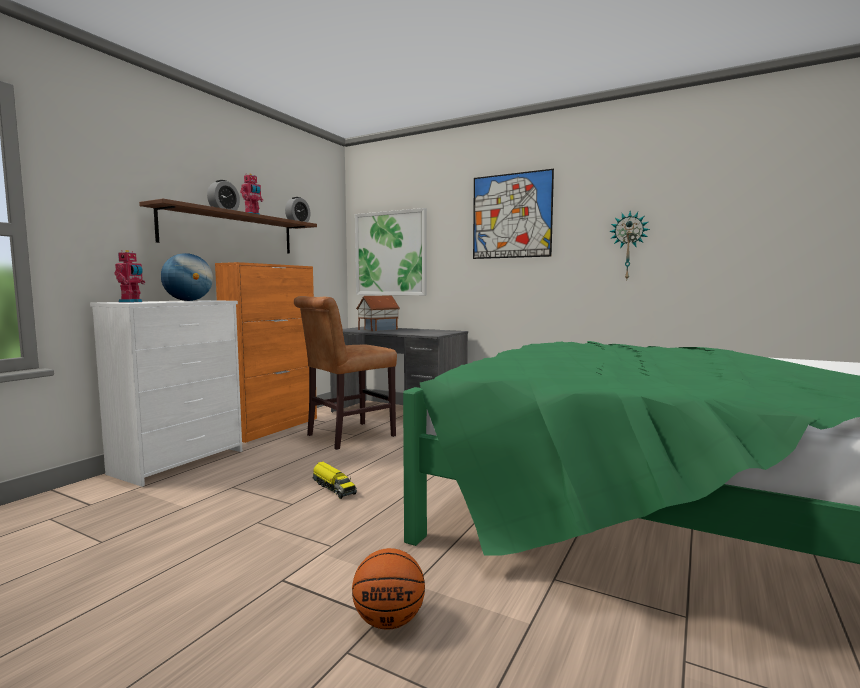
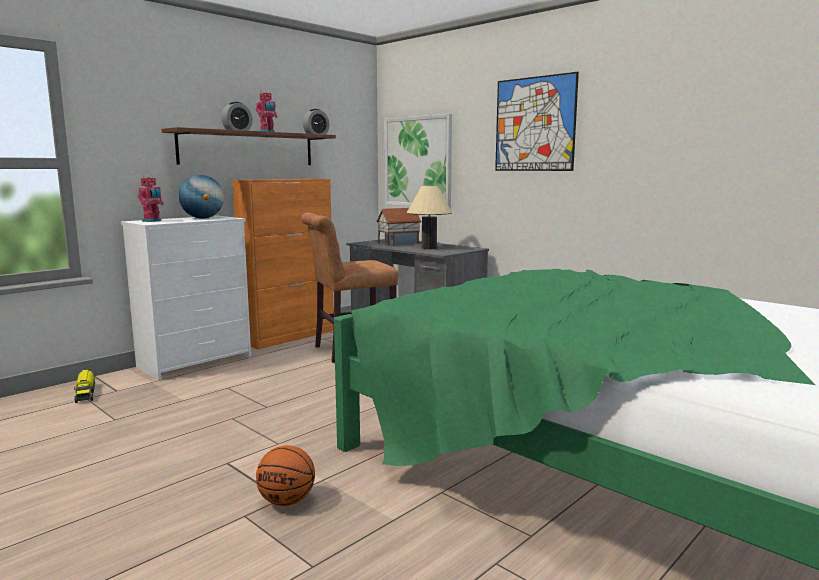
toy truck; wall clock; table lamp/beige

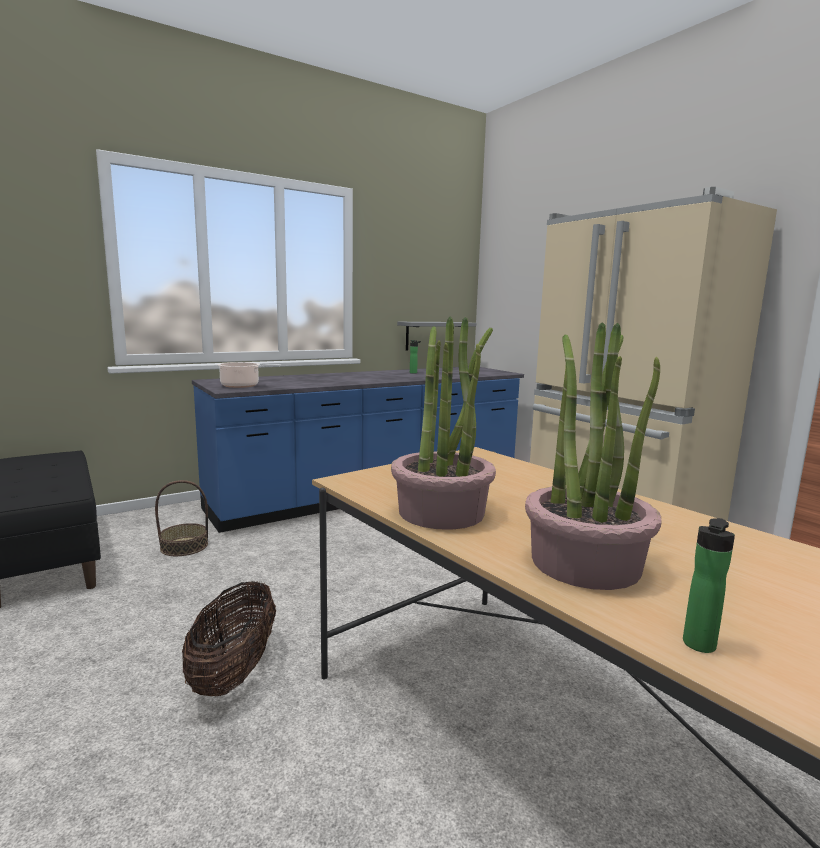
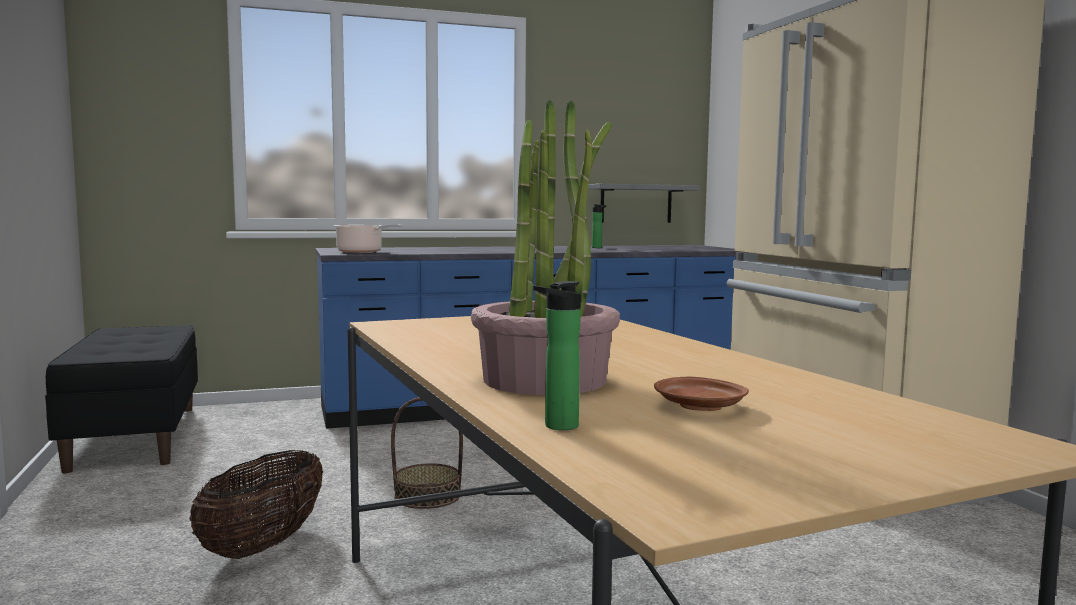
basket (2nd from left); potted plant (1st from left in the first image); plate/brown

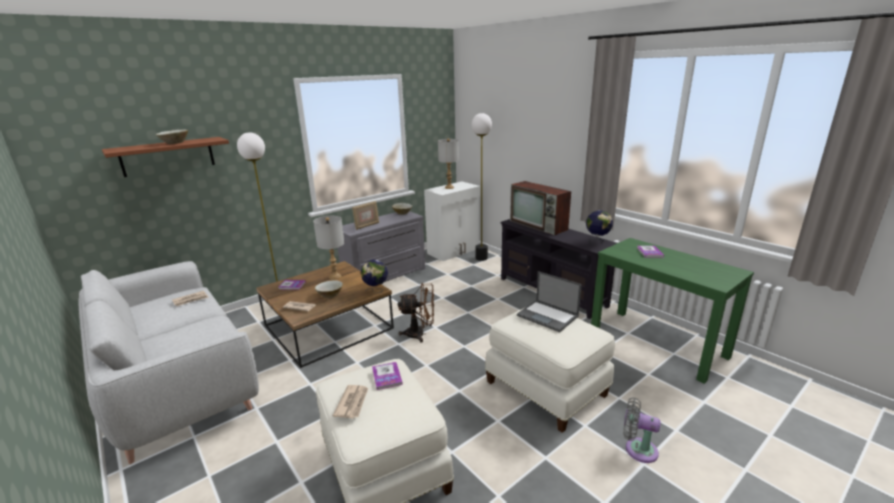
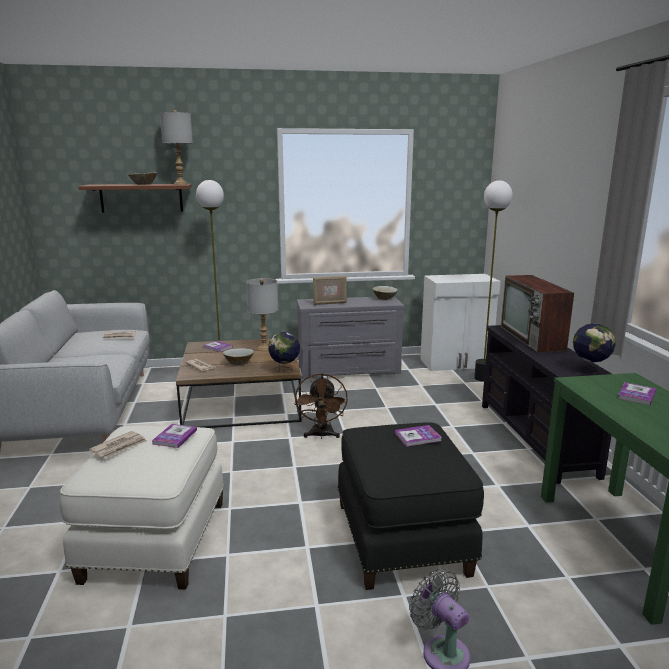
fan/brown; table lamp/grey (1st from left); ottoman/black; book (3rd from left)

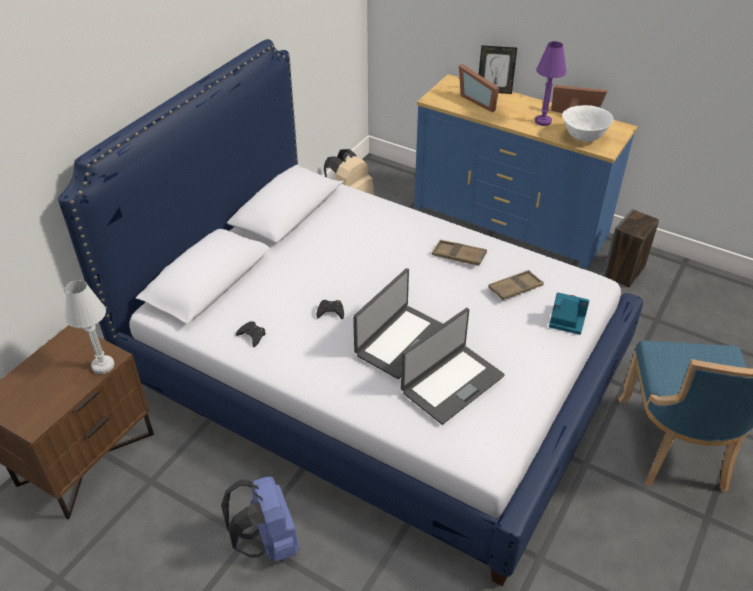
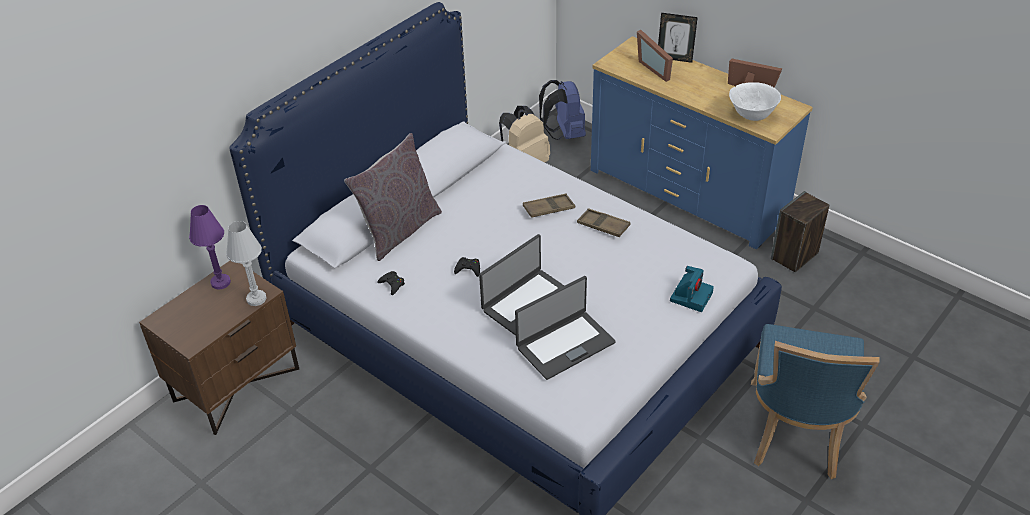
backpack/blue; tray/brown (1st from left); table lamp/purple; photo camera; pillow/grey

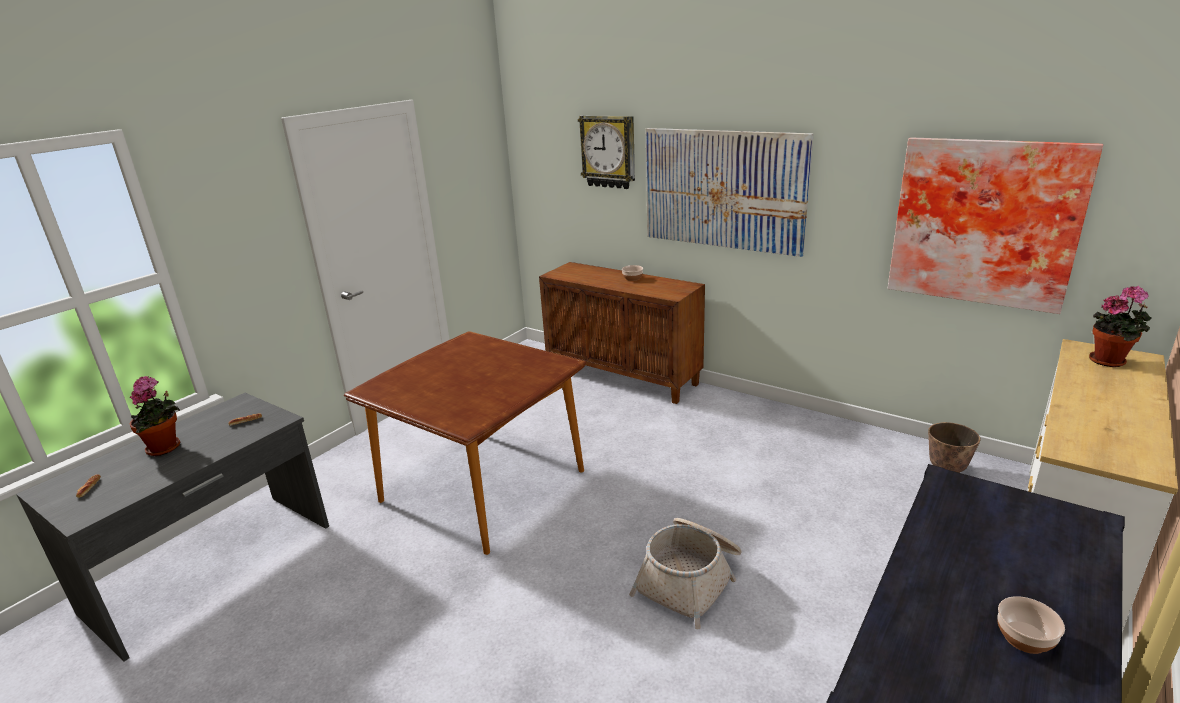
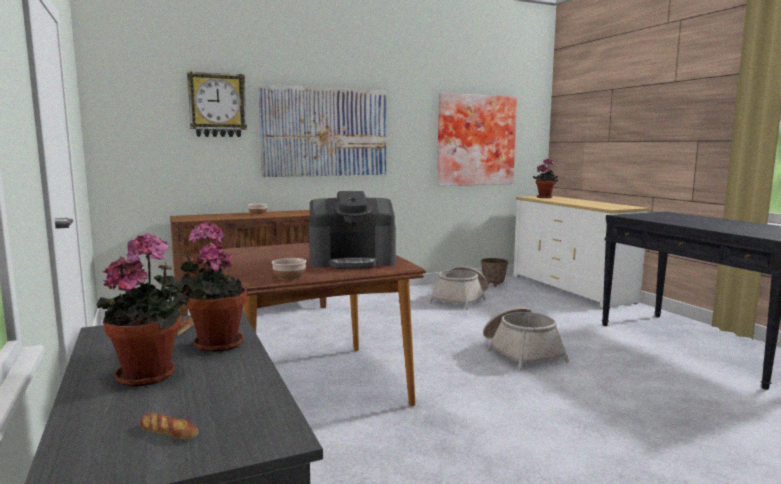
bowl (2nd from left); potted plant (2nd from left); coffee machine; basket (1st from left)

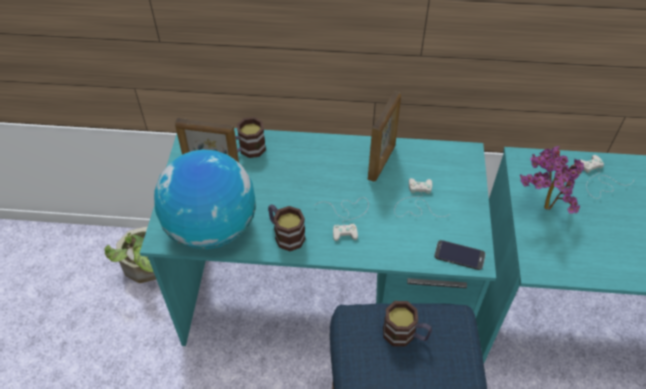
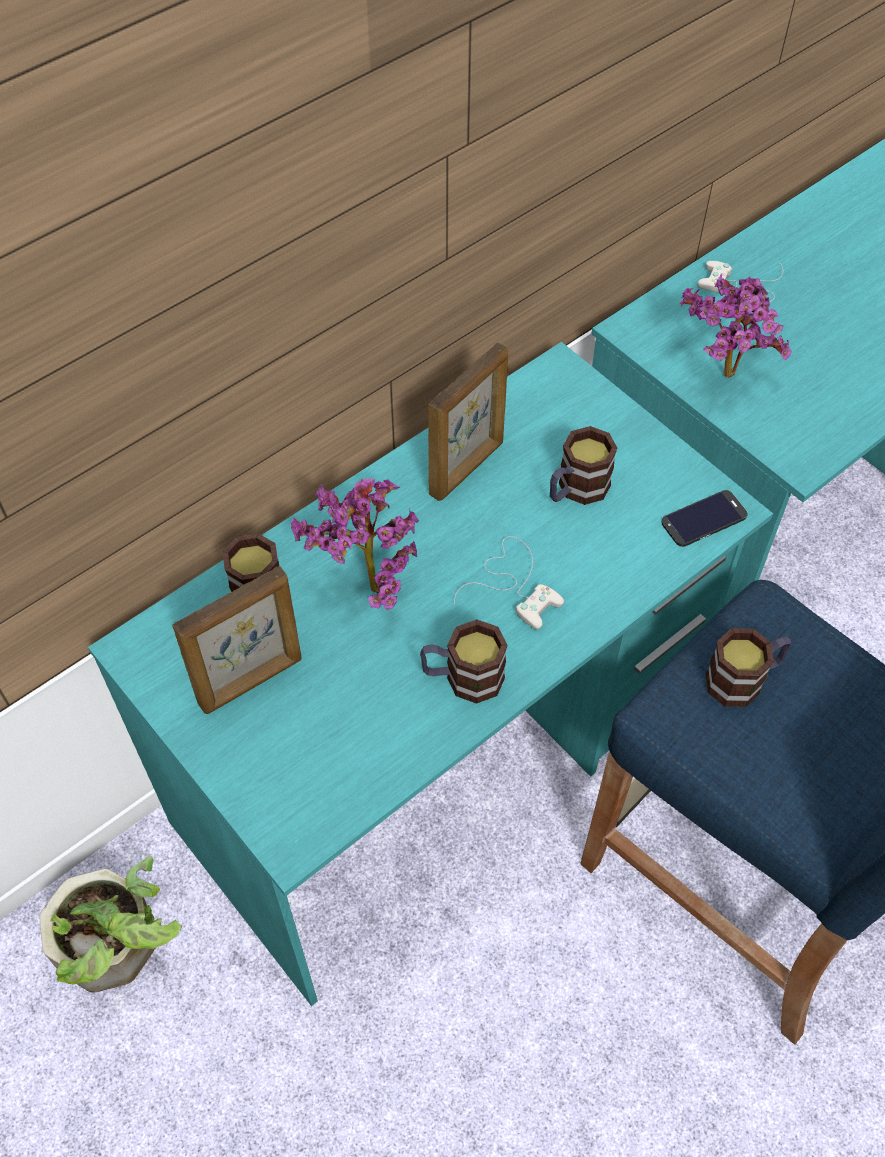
globe; picture frame (2nd from left); mug (3rd from left); potted plant (2nd from left)

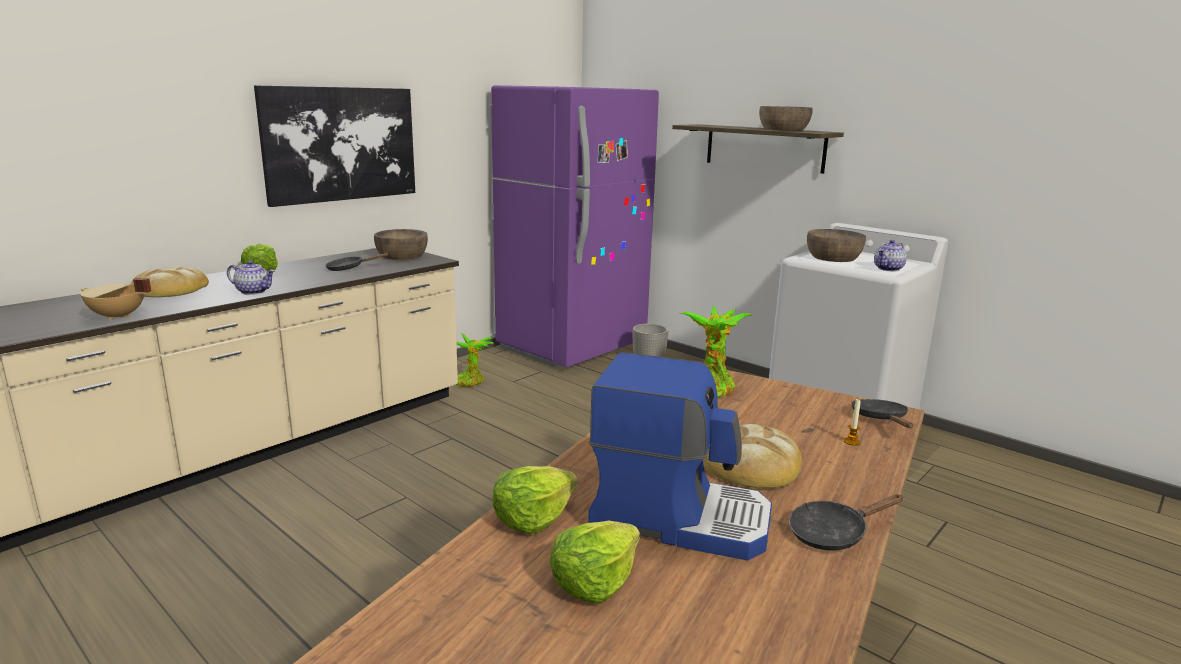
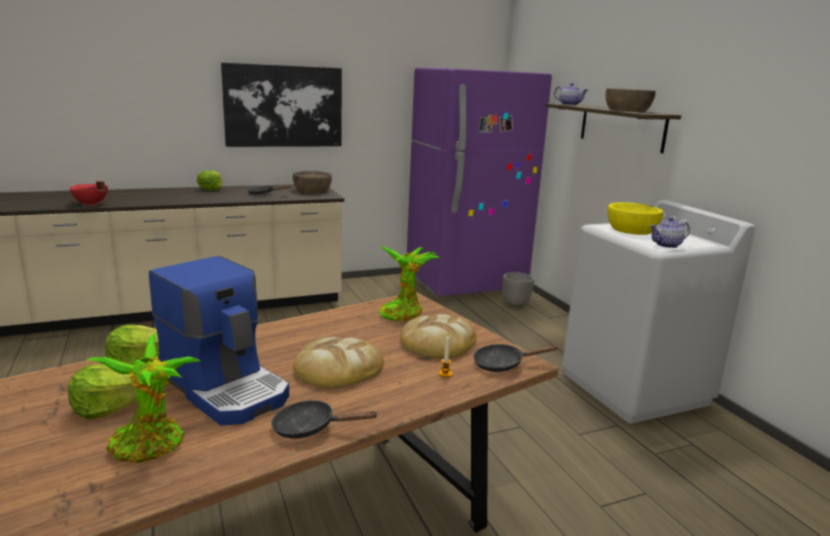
cooking pot/red; bread (2nd from left); teapot (1st from left); potted plant (1st from left); bowl/yellow; frying pan/black (3rd from left)

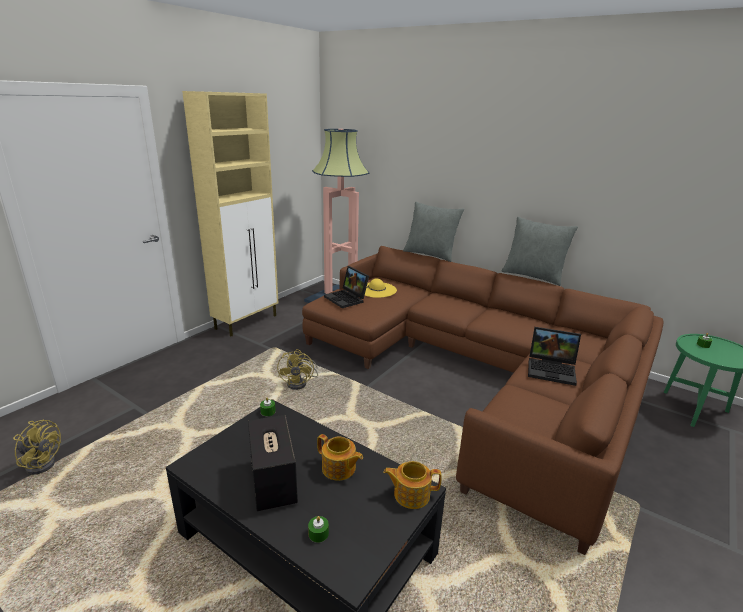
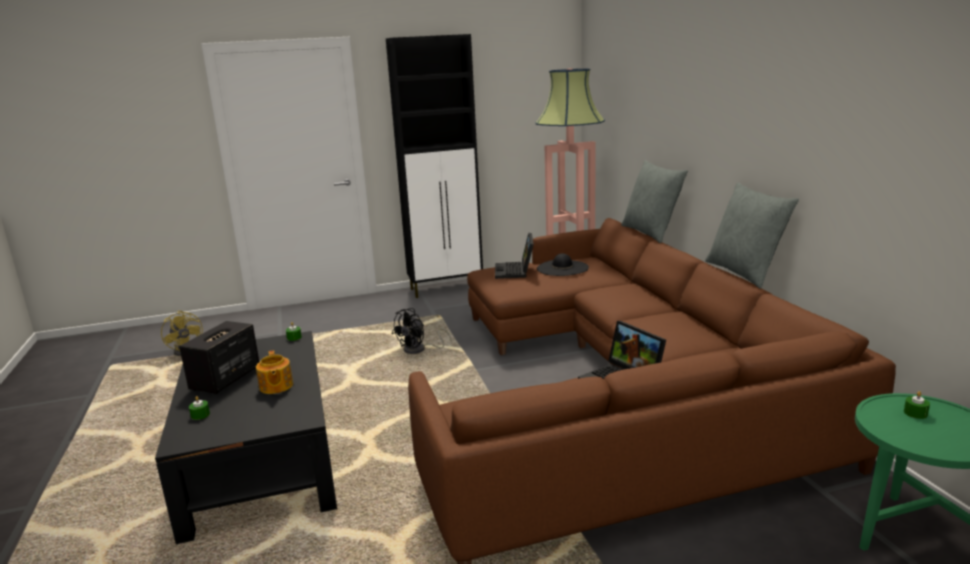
cabinet/black; fan/black; hat/black; teapot (2nd from left in the first image)

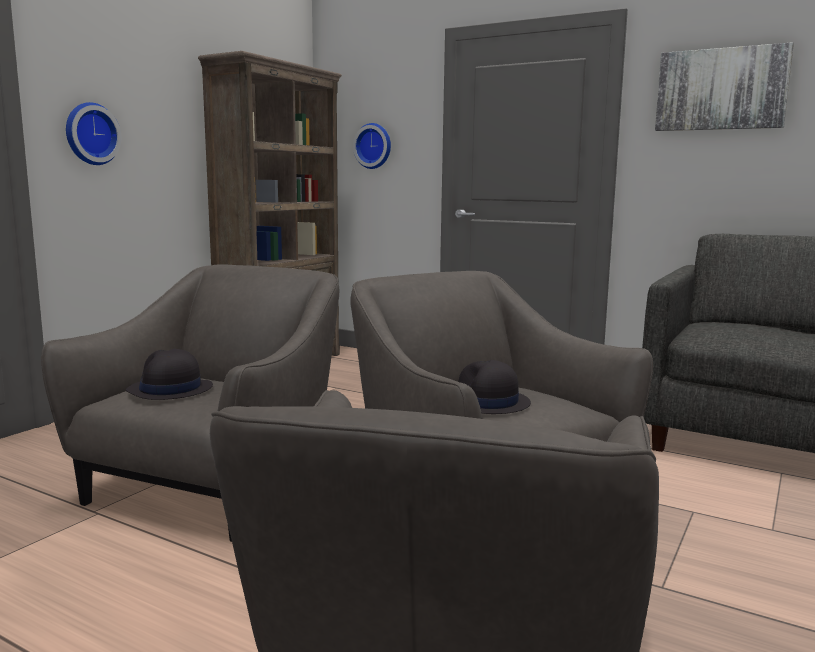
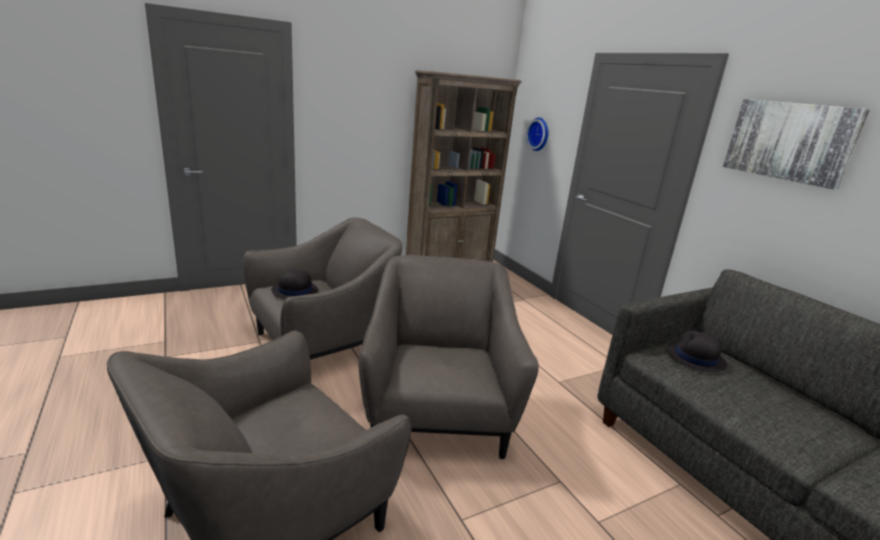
wall clock (1st from left in the first image); hat/black (2nd from left)

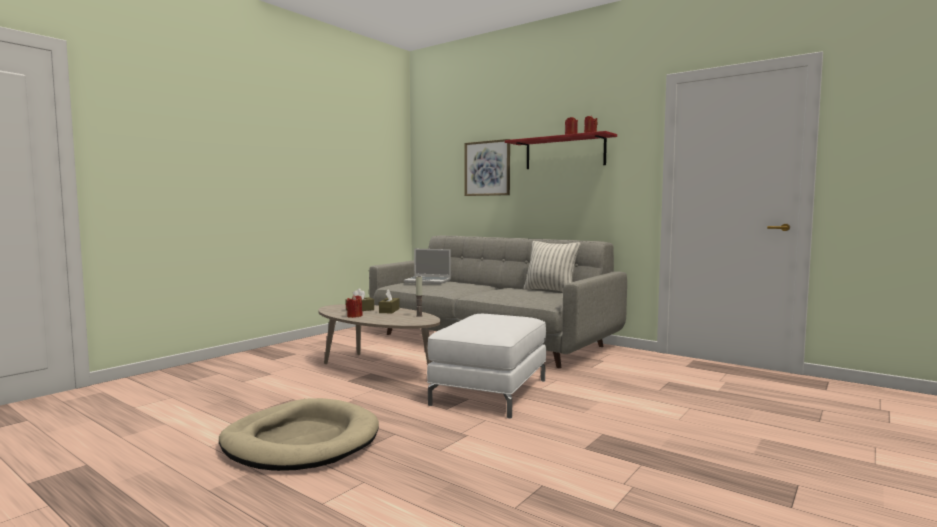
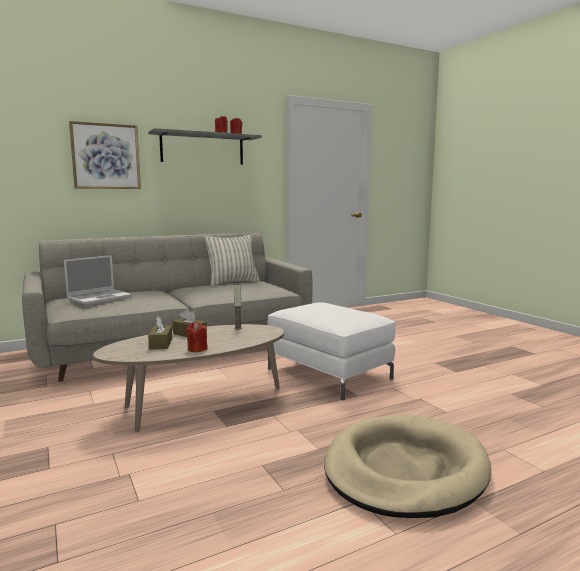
shelf/grey

